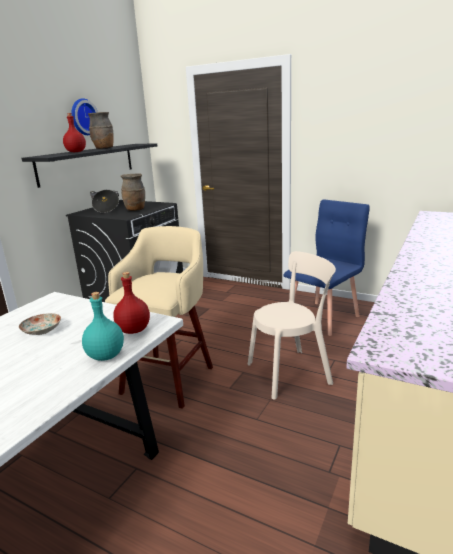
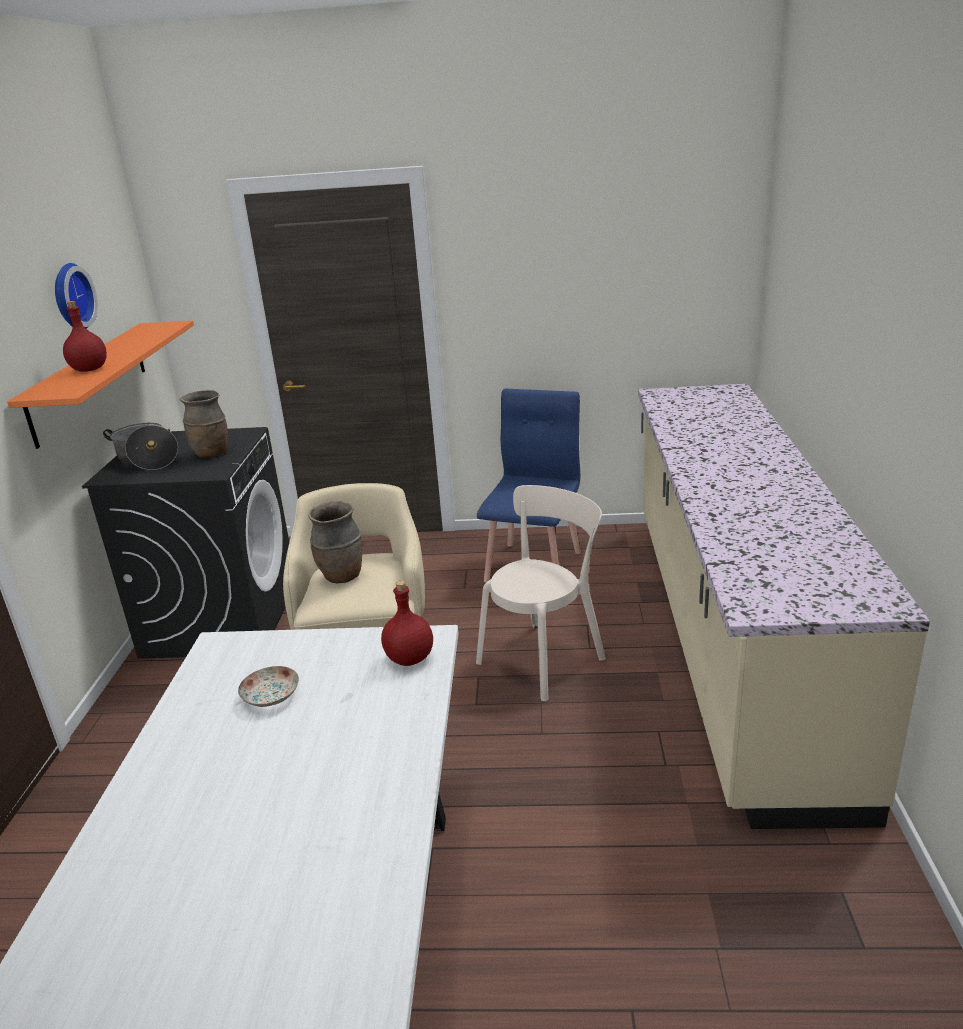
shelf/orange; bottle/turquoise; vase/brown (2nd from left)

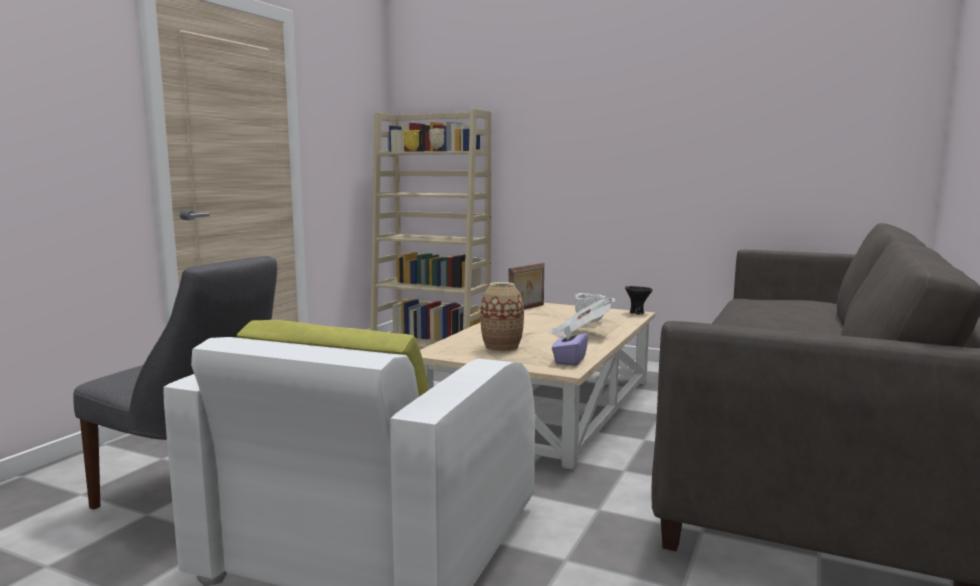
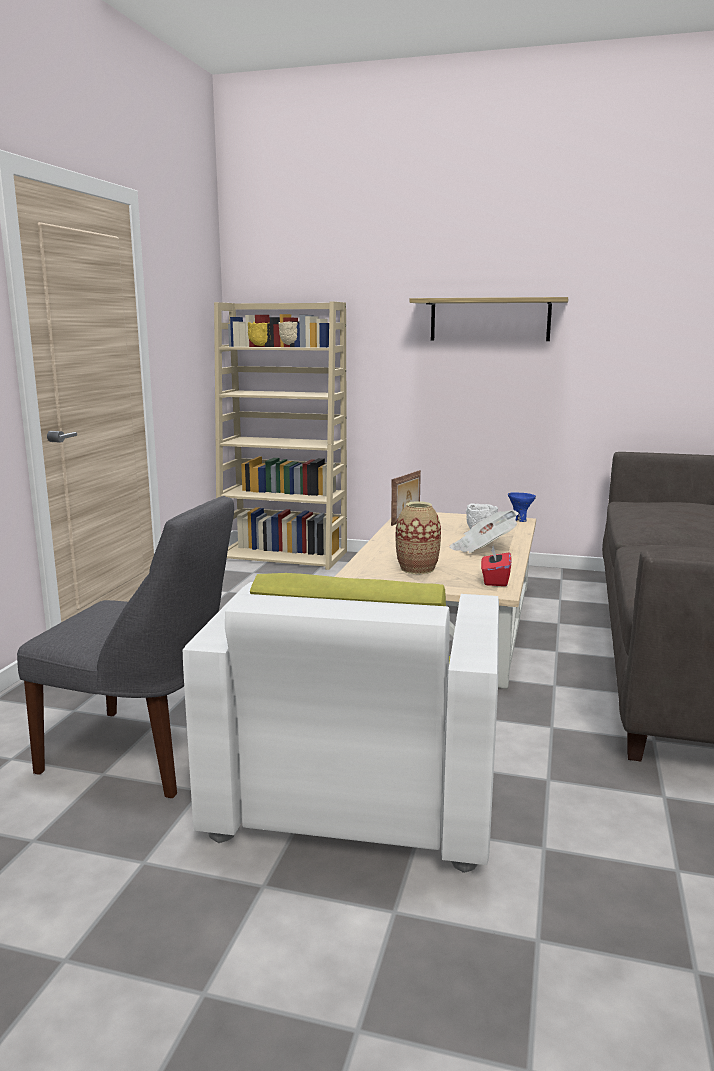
tissue box/red; bowl/blue; shelf

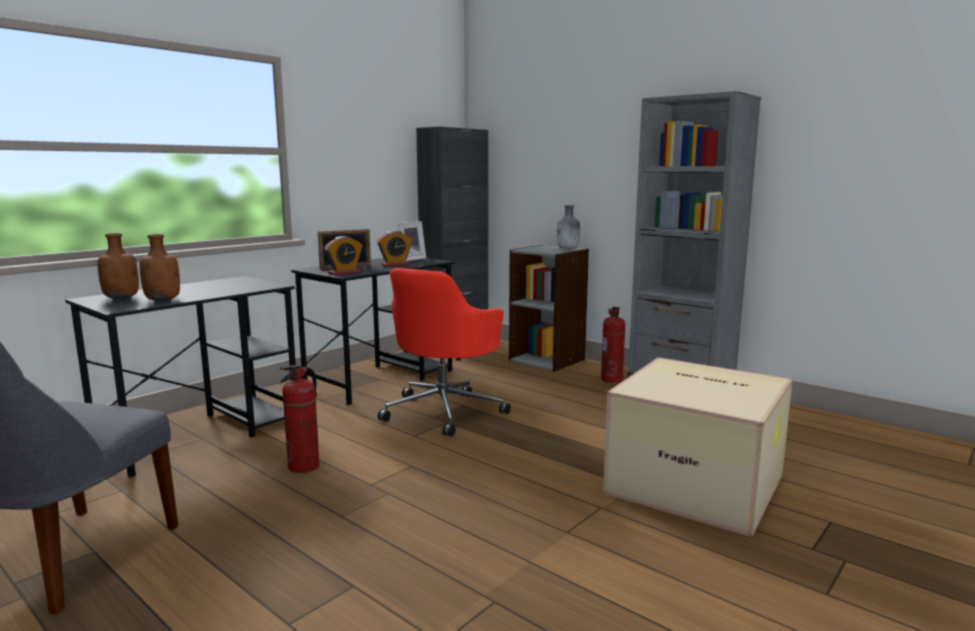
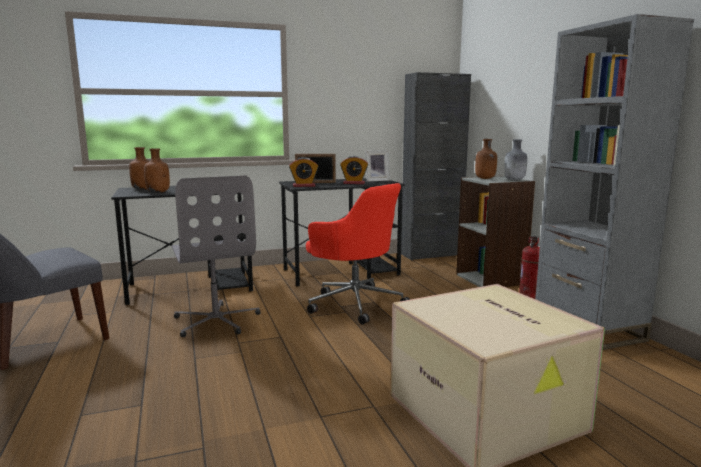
office chair/grey; office chair/red; bottle/brown (3rd from left)

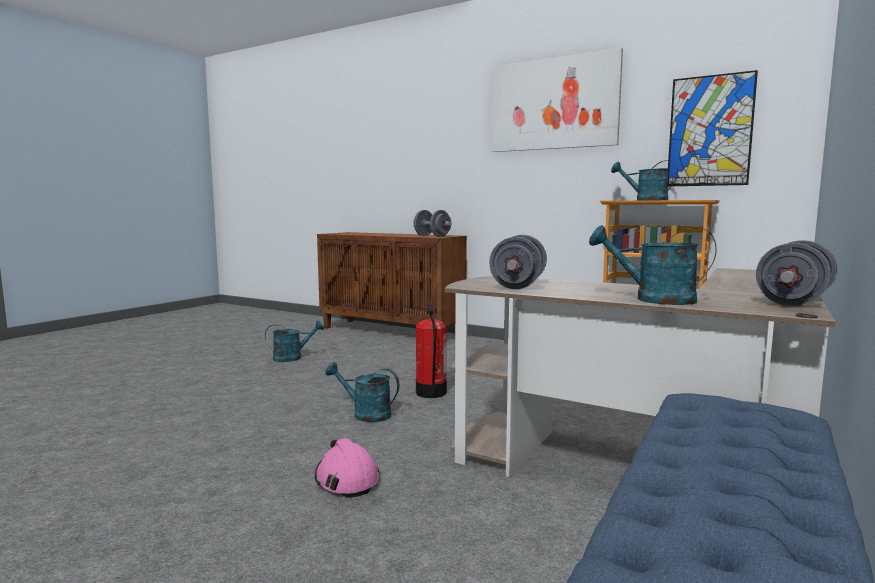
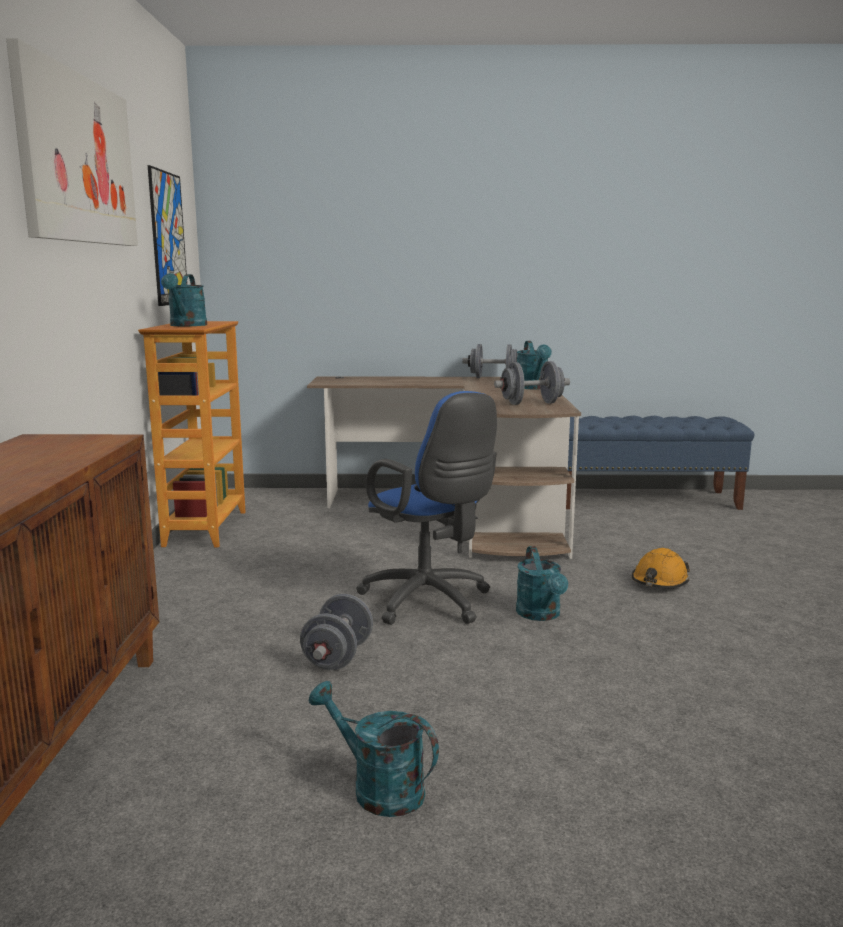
hard hat/orange; dumbbell/grey (1st from left); office chair/blue

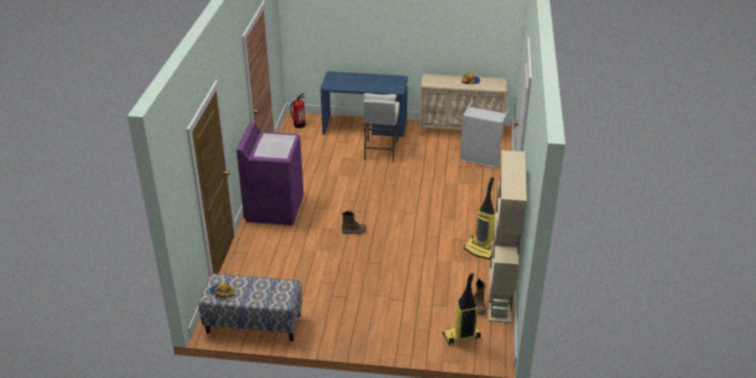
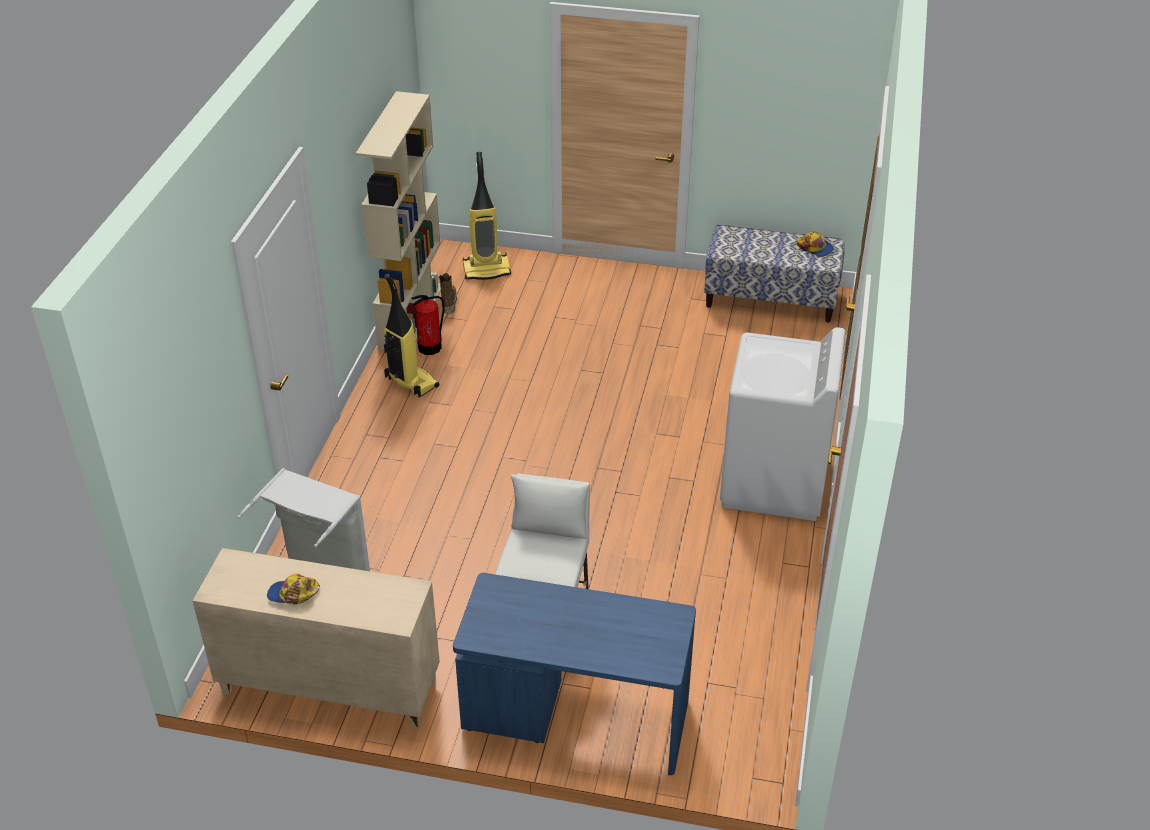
washing machine/white; fire extinguisher; boot (1st from left in the first image)

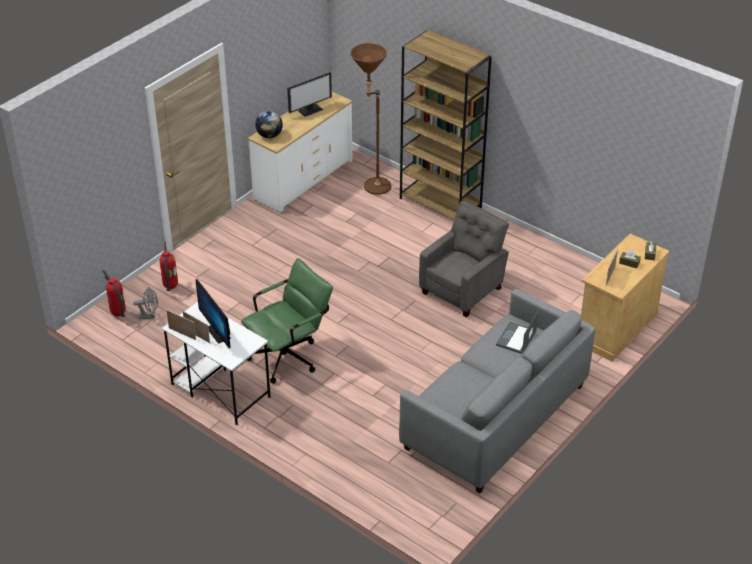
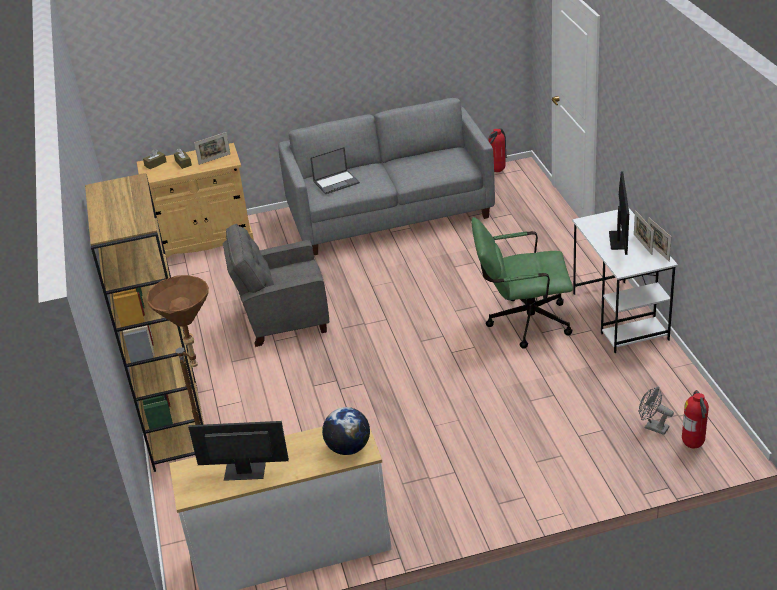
fire extinguisher (1st from left)

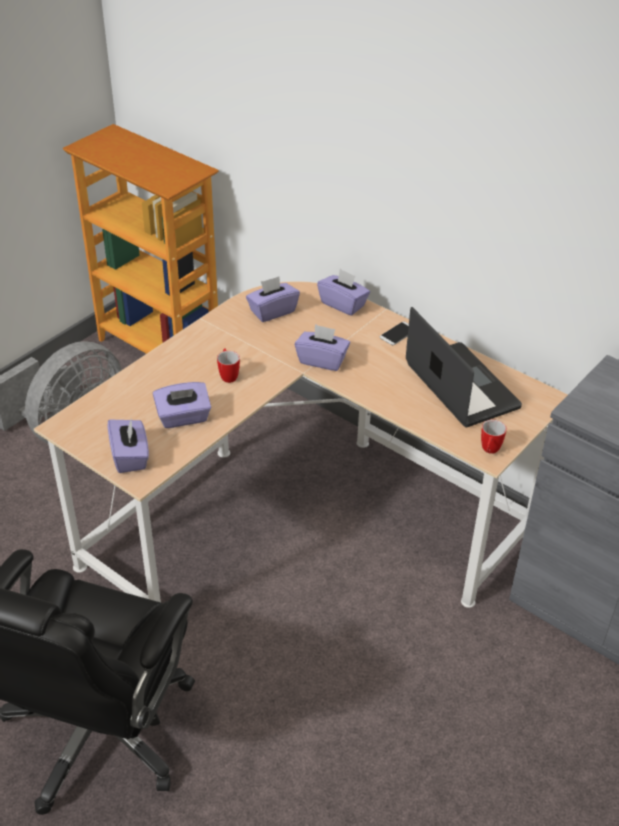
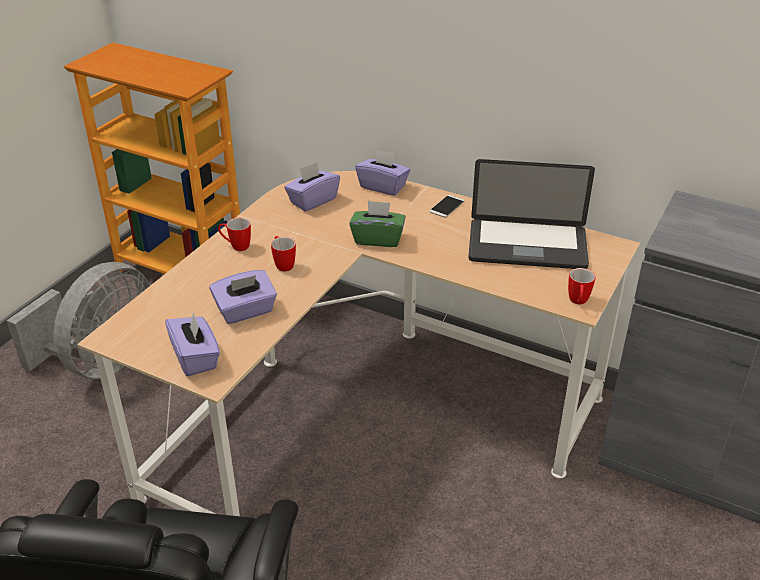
tissue box/green; laptop; mug (1st from left)

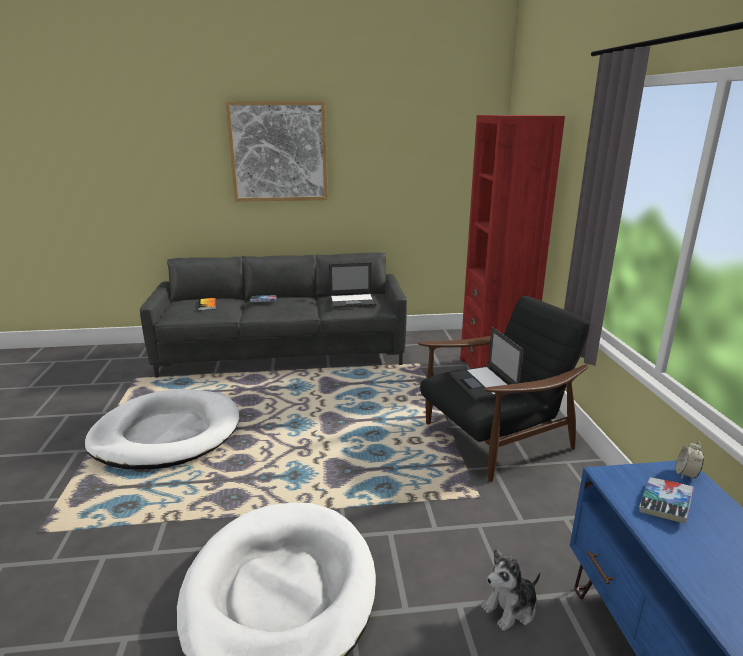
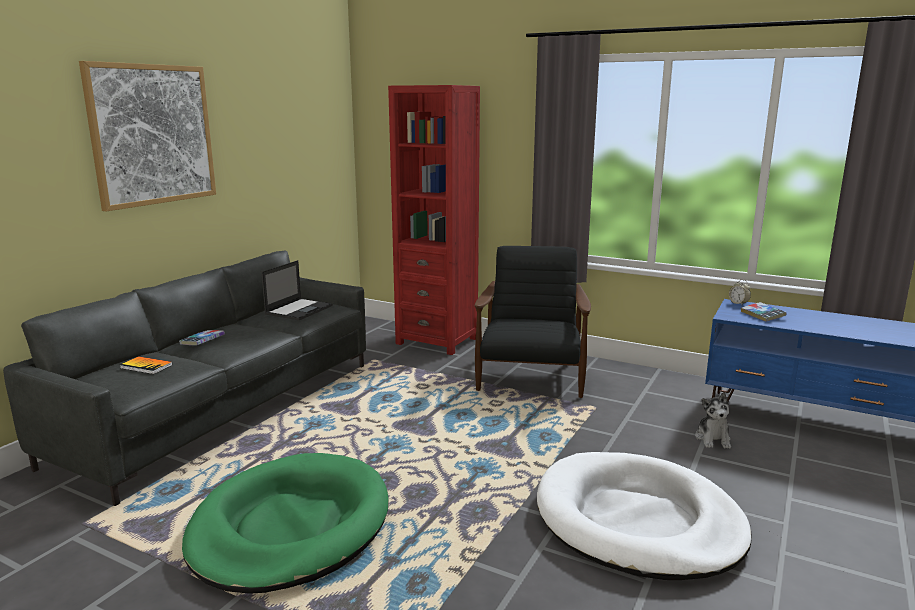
dog bed/green; laptop (2nd from left in the first image)

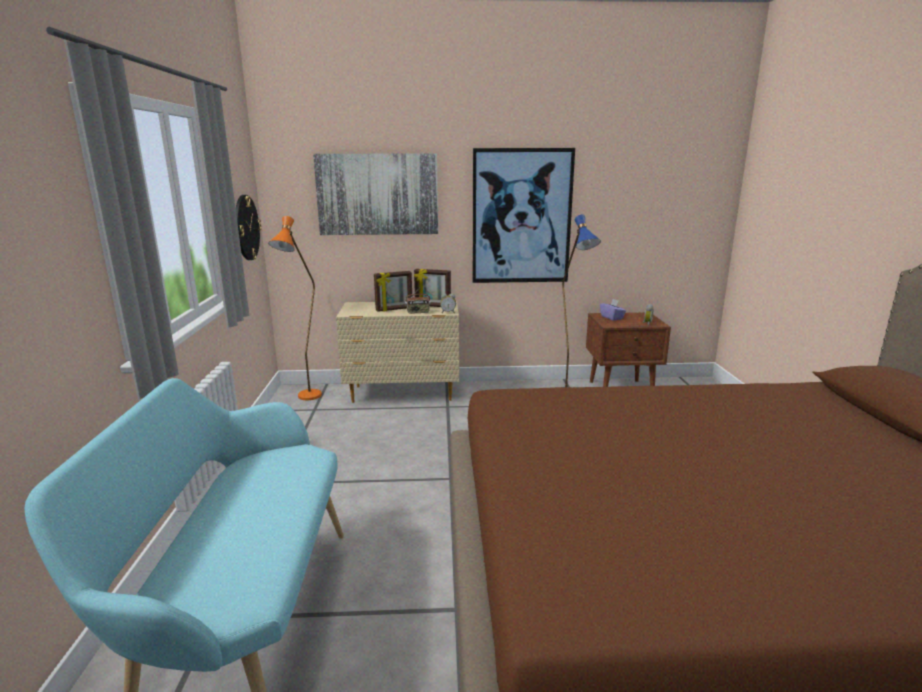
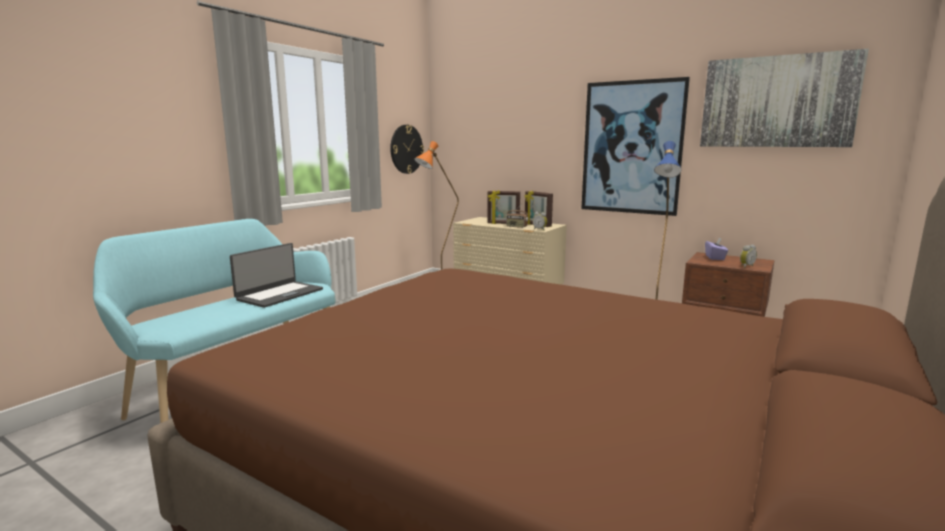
picture (2nd from left); laptop

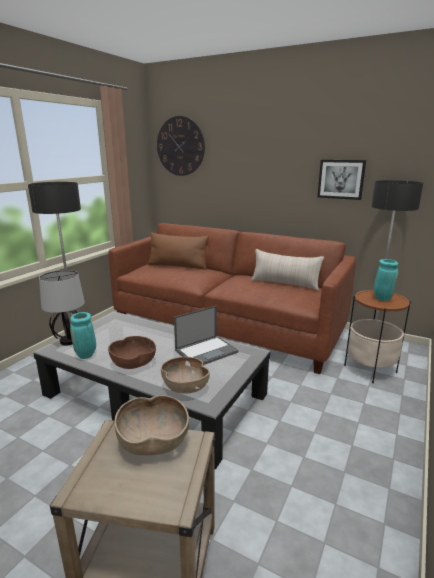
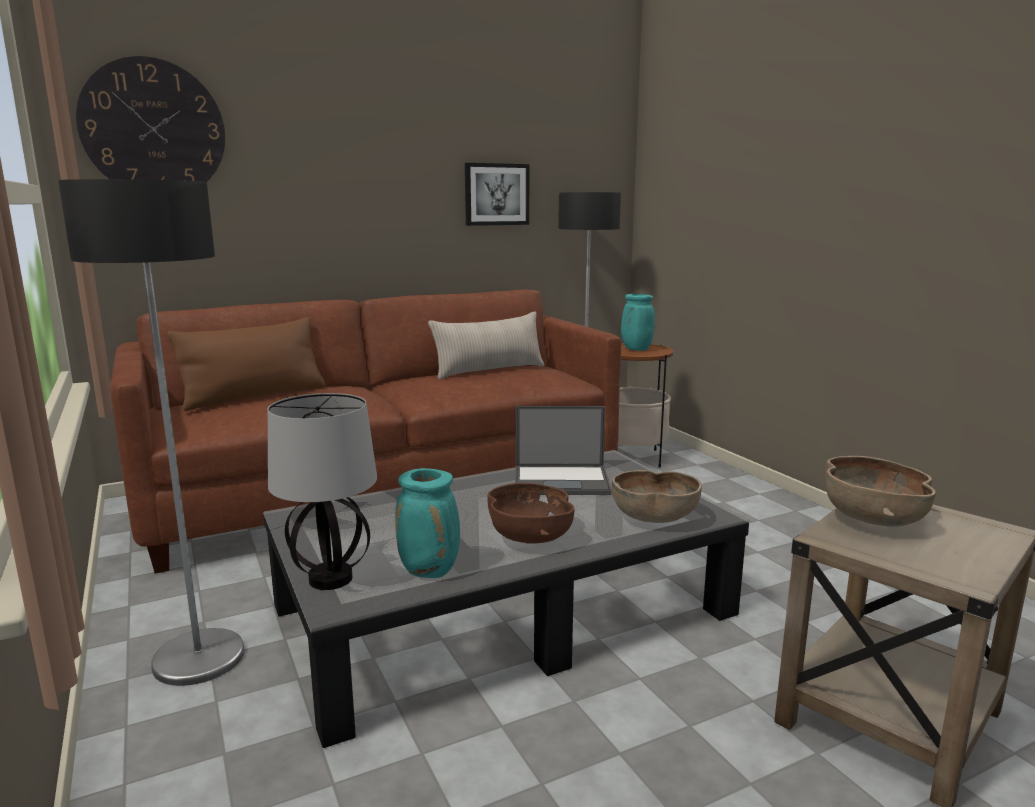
laptop

